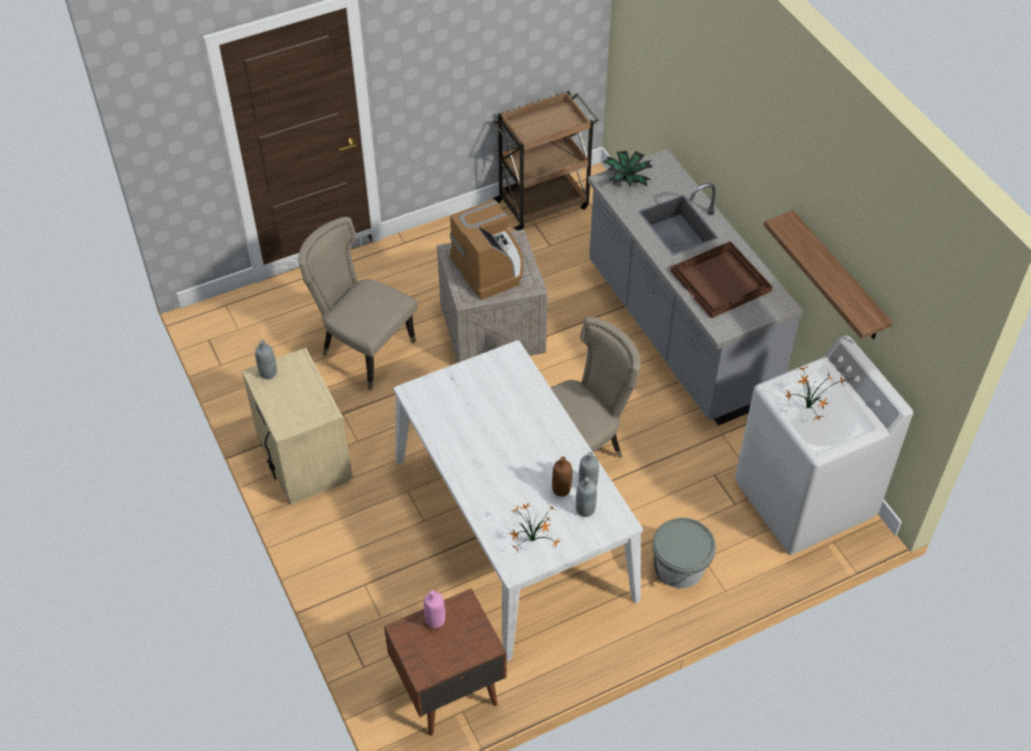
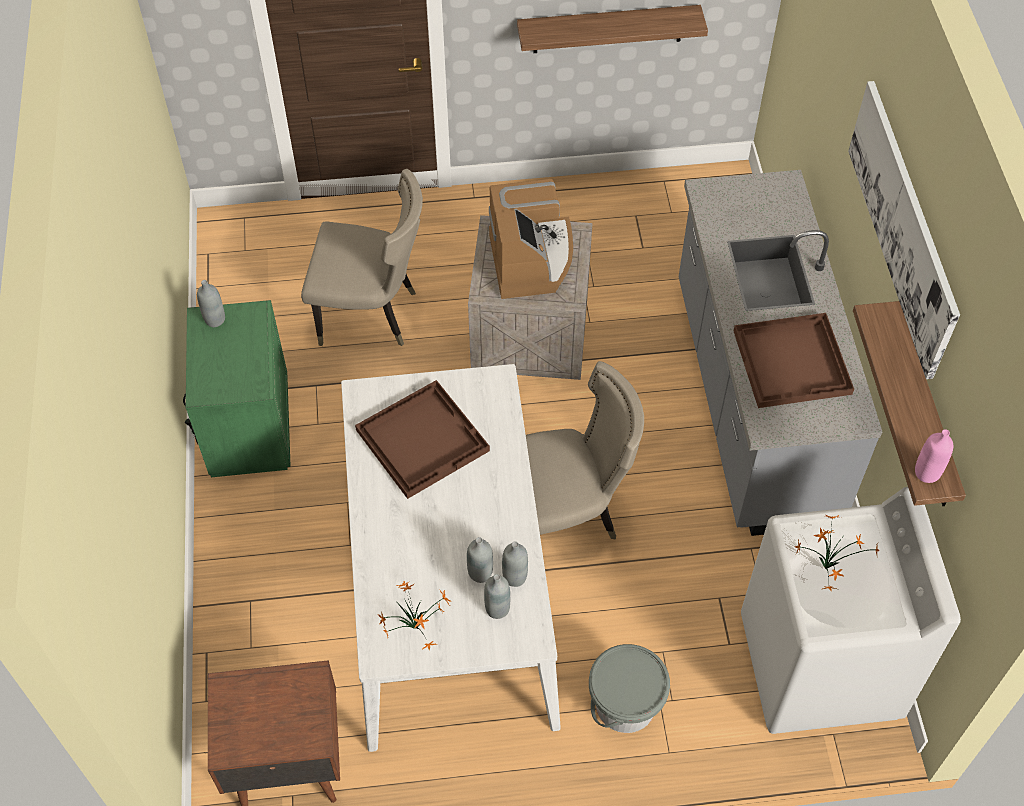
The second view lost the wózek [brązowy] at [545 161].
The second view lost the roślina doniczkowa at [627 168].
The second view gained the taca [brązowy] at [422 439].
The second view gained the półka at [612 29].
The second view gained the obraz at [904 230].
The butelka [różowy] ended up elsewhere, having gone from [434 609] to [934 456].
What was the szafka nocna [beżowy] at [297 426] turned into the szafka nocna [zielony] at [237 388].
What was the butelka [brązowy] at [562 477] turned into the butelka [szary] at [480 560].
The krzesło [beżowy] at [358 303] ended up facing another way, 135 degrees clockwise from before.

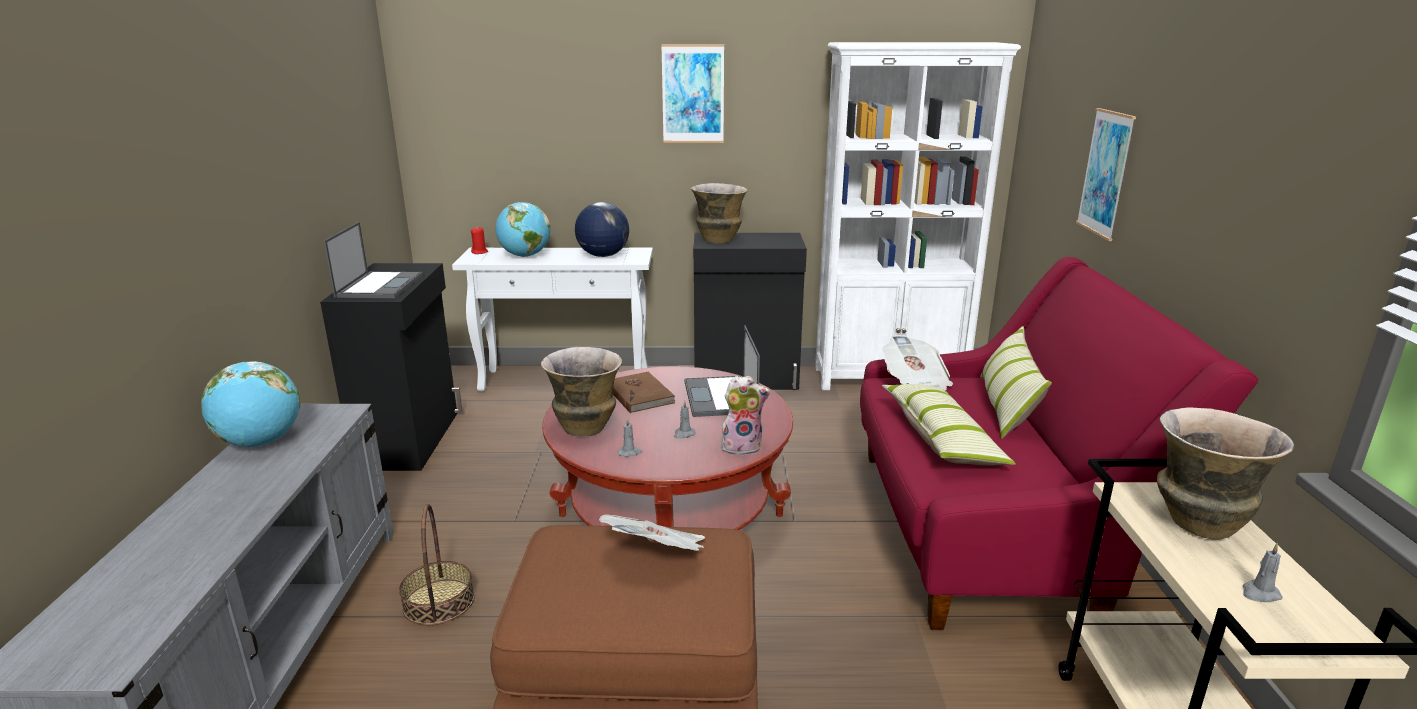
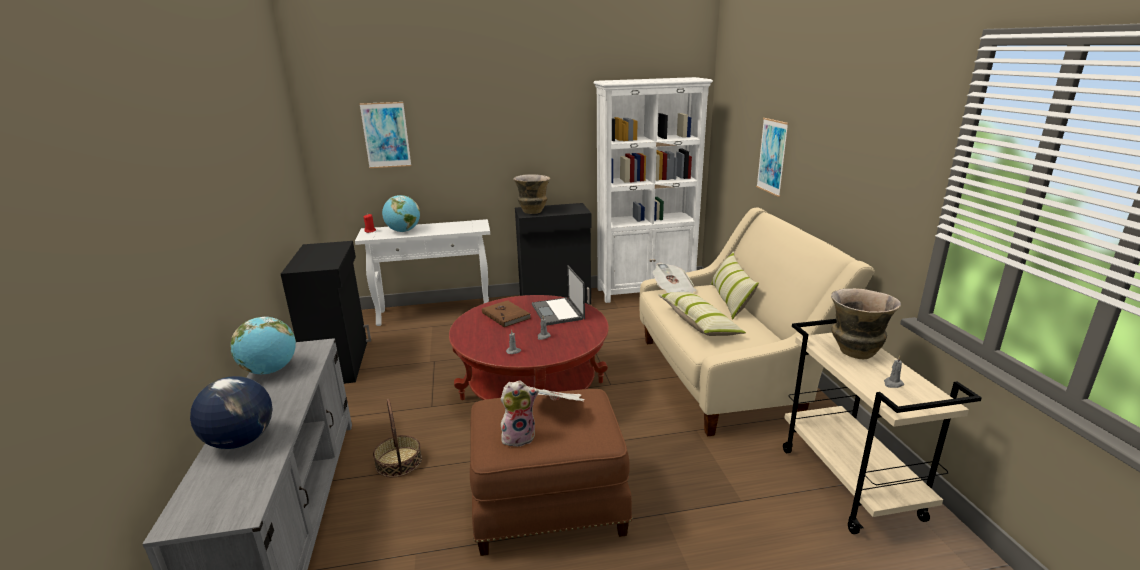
The second view lost the laptop at [373 260].
The second view lost the wazon at [581 392].
The globus ended up elsewhere, having gone from [602 229] to [231 412].
The obraz ended up elsewhere, having gone from [692 94] to [385 135].
The pluszak ended up elsewhere, having gone from [745 416] to [519 413].
What was the kanapa [czerwony] at [1059 443] turned into the kanapa [beżowy] at [757 322].

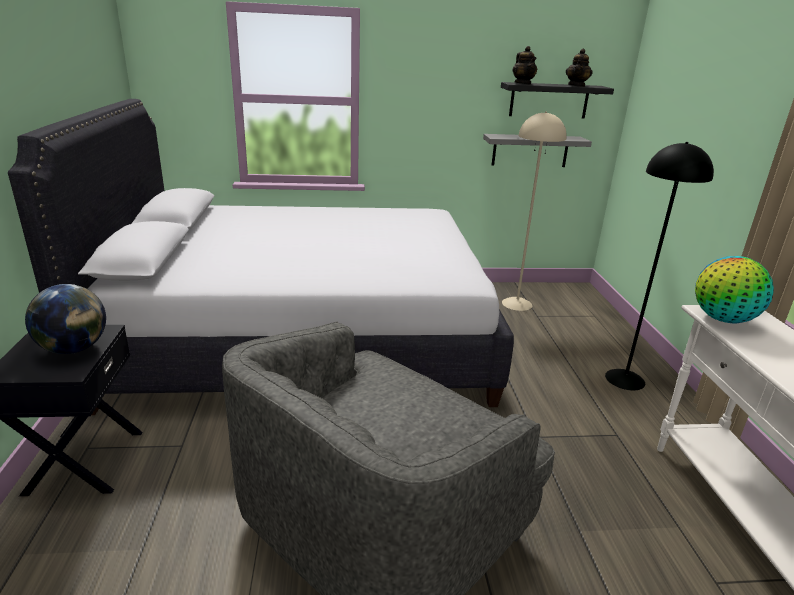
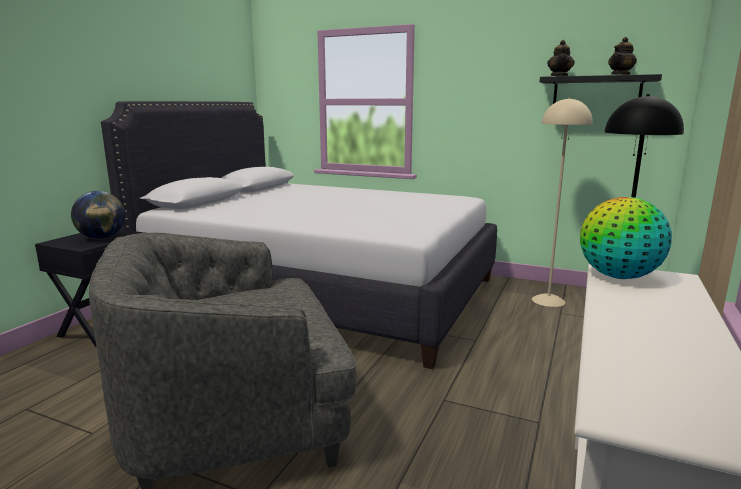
The second view lost the półka [szary] at [537 150].

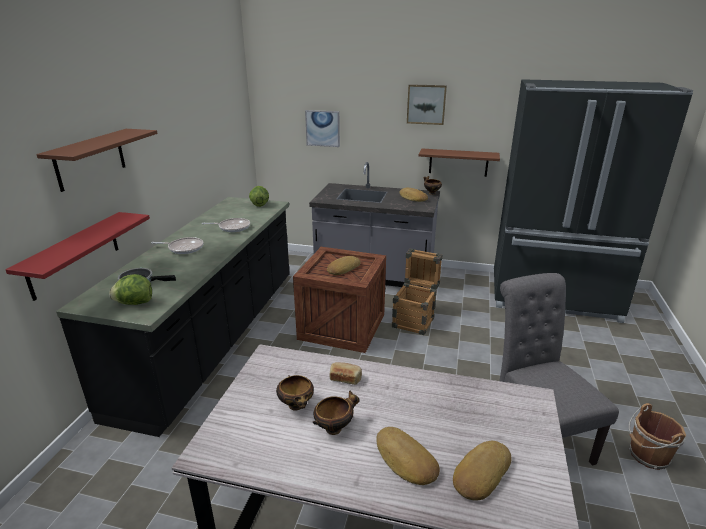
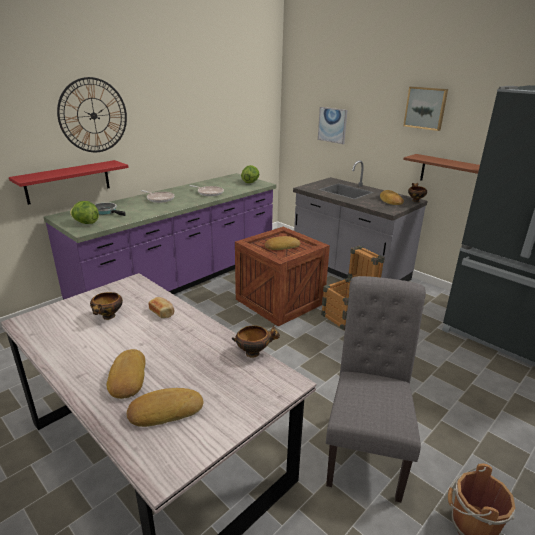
The miska ended up elsewhere, having gone from [336 413] to [256 341].
Where the półka [brązowy] hung at [97 160], the zegar ścienny came to hang at [92 114].
What was the zabudowa kuchenna [czarny] at [173 317] turned into the zabudowa kuchenna [fioletowy] at [160 236].

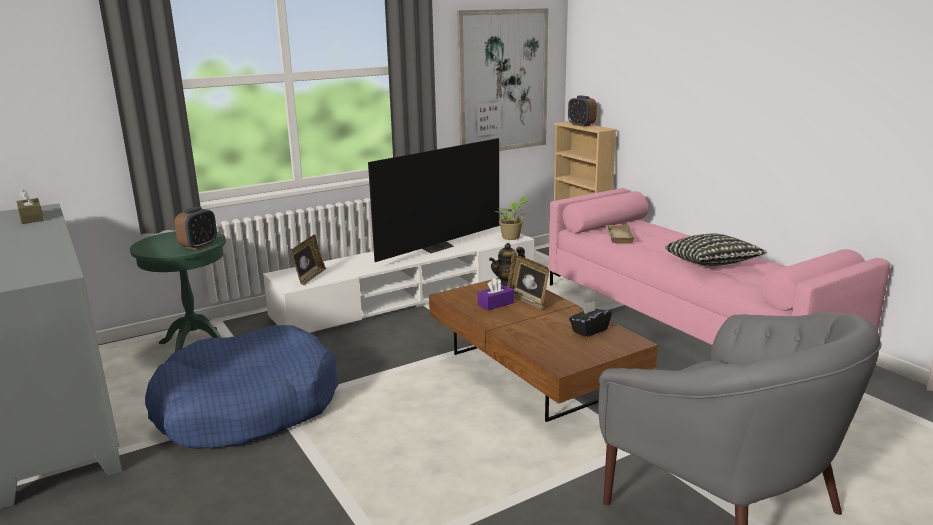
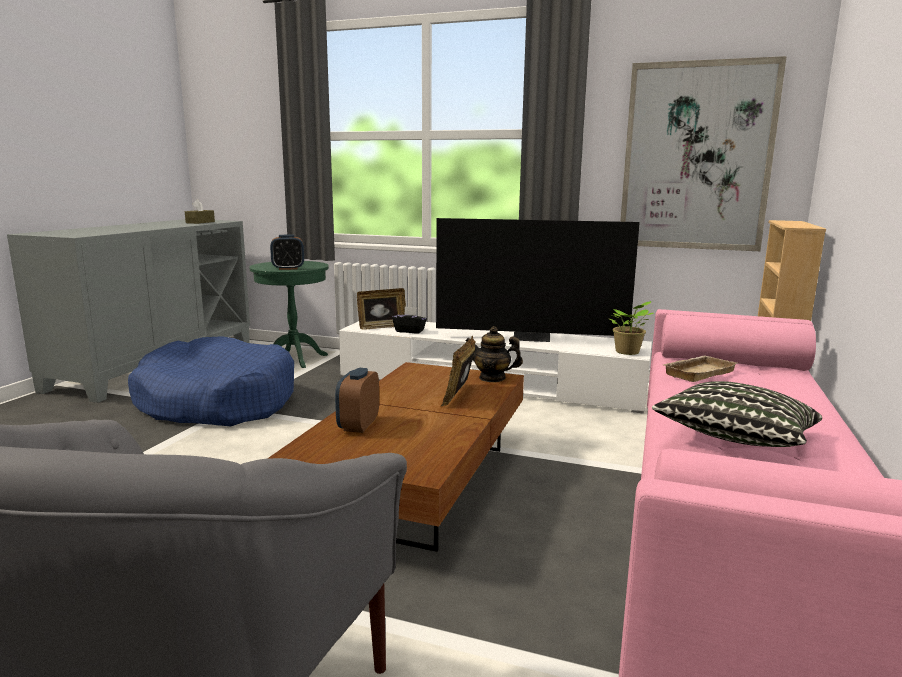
The second view lost the pudełko chusteczek [fioletowy] at [496 293].
The budzik ended up elsewhere, having gone from [582 111] to [357 400].
The pudełko chusteczek [czarny] ended up elsewhere, having gone from [590 319] to [409 320].

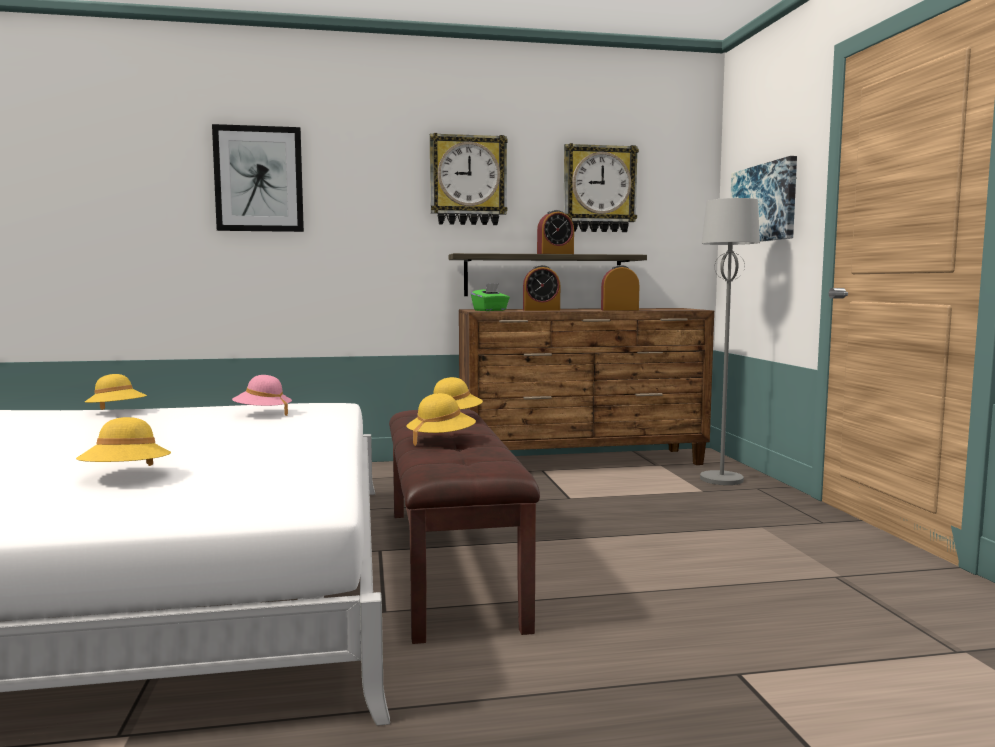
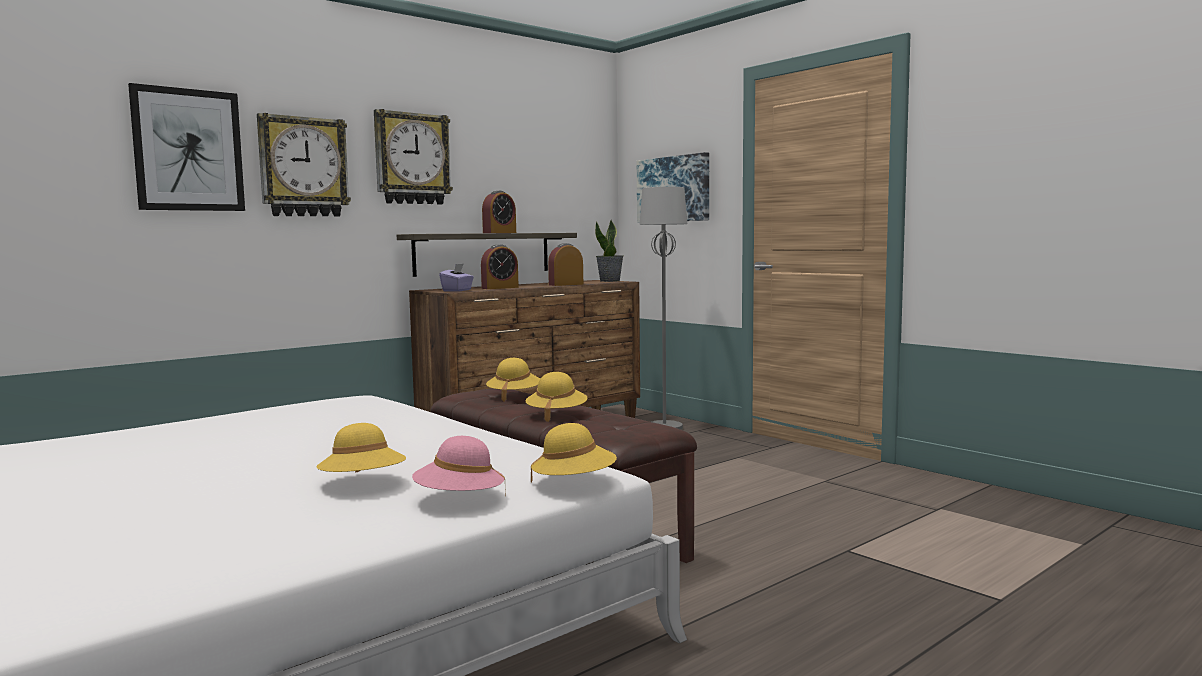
The second view gained the roślina doniczkowa at [609 251].
The kapelusz [żółty] ended up elsewhere, having gone from [116 392] to [574 453].
The kapelusz [różowy] ended up elsewhere, having gone from [262 395] to [459 466].
The zegar ścienny ended up elsewhere, having gone from [601 187] to [304 165].
What was the pudełko chusteczek [zielony] at [490 297] turned into the pudełko chusteczek [fioletowy] at [456 278].

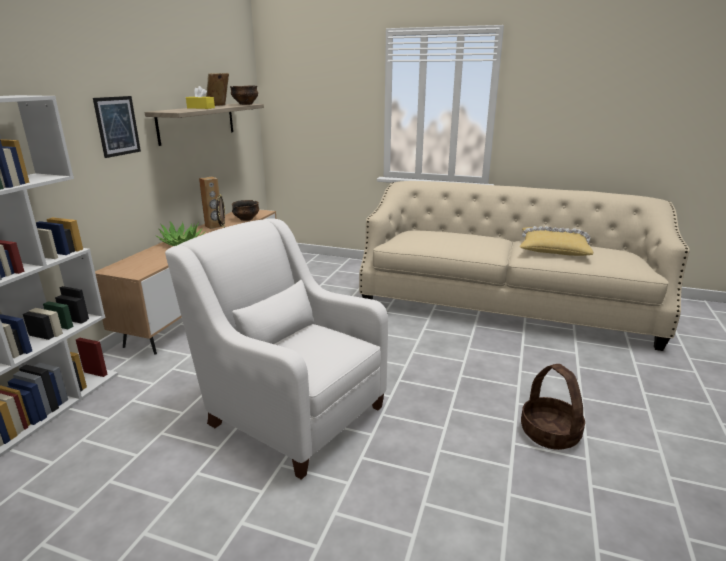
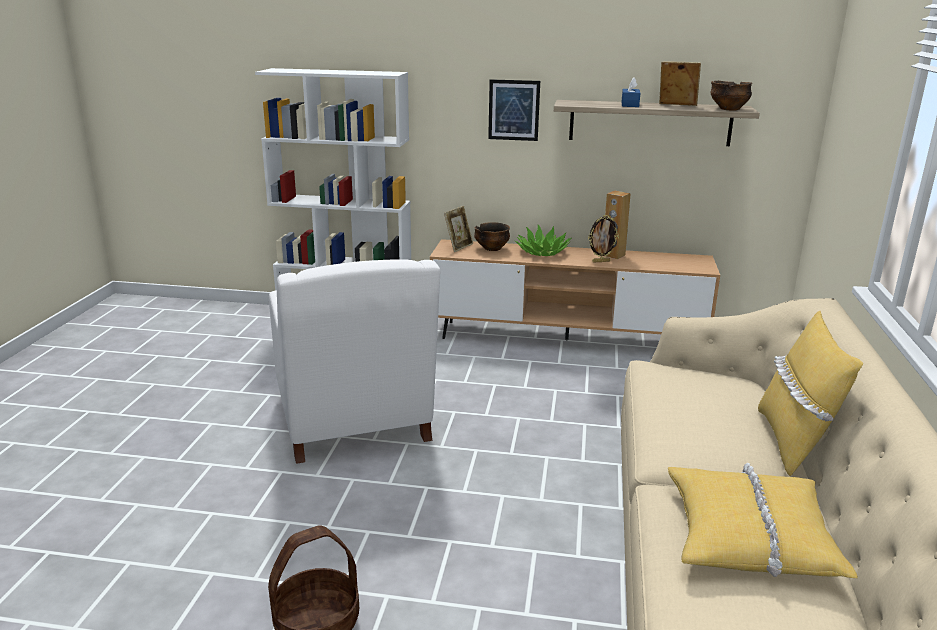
The second view gained the ramka na zdjęcie at [458 229].
The second view gained the poduszka [żółty] at [810 393].
The miska ended up elsewhere, having gone from [245 210] to [492 236].
What was the pudełko chusteczek [żółty] at [200 97] turned into the pudełko chusteczek [niebieski] at [630 92].
The fotel [biały] at [276 349] ended up facing another way, 135 degrees clockwise from before.

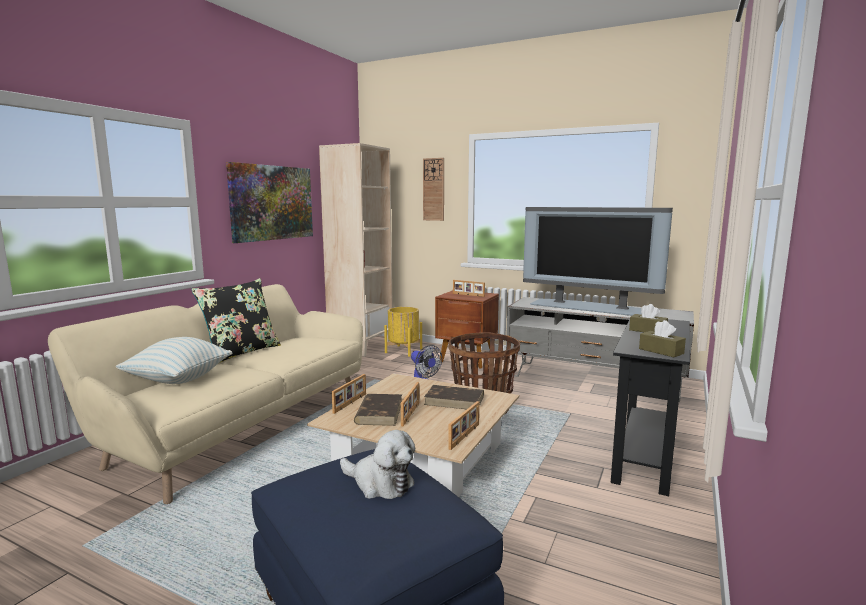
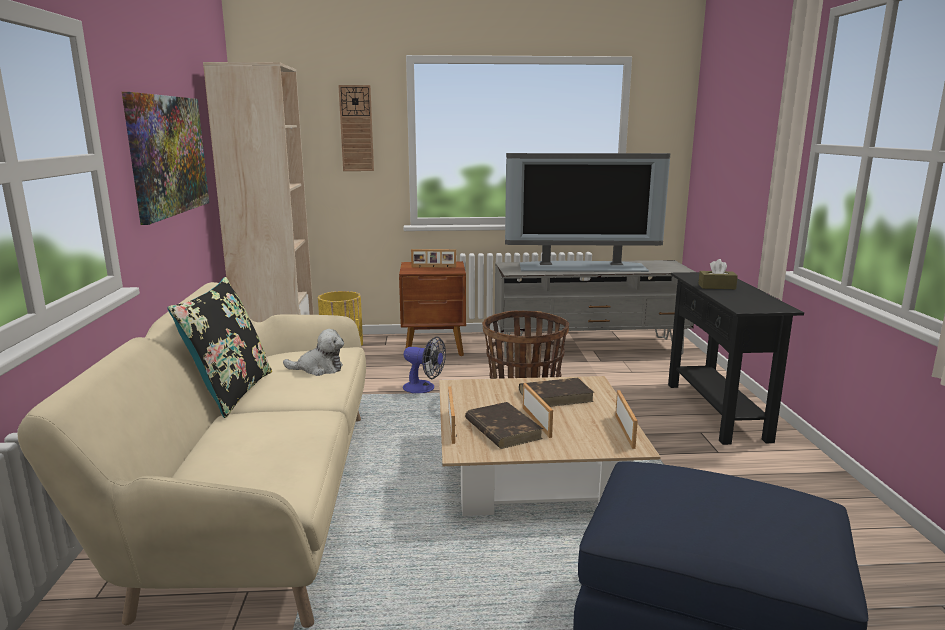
The second view lost the poduszka at [174 360].
The second view lost the pudełko chusteczek [brązowy] at [662 338].
The pluszak ended up elsewhere, having gone from [377 464] to [313 352].

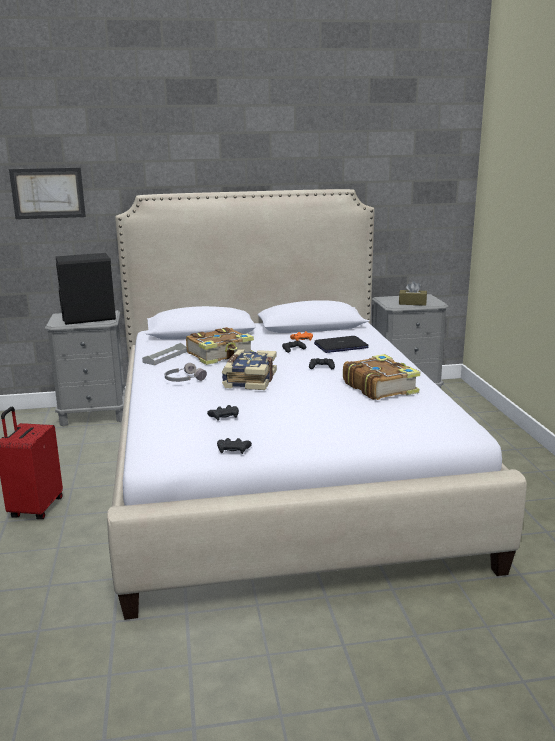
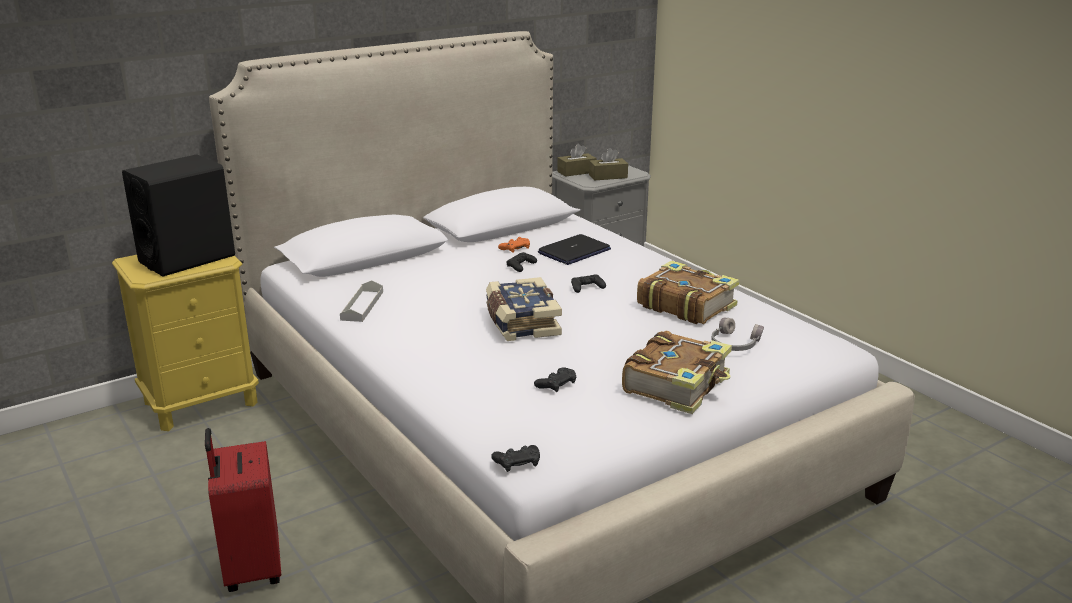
The second view lost the obraz at [47 193].
The second view gained the pudełko chusteczek [brązowy] at [576 160].
The słuchawki [szary] ended up elsewhere, having gone from [186 372] to [737 334].
The książka ended up elsewhere, having gone from [220 346] to [677 372].
The pad do gier [czarny] ended up elsewhere, having gone from [234 446] to [515 458].
What was the szafka nocna [szary] at [85 368] turned into the szafka nocna [żółty] at [185 343].

